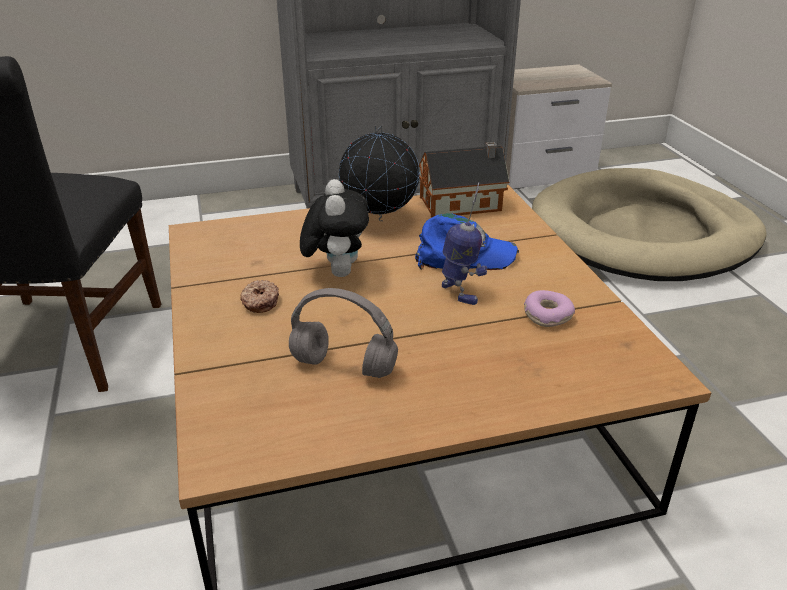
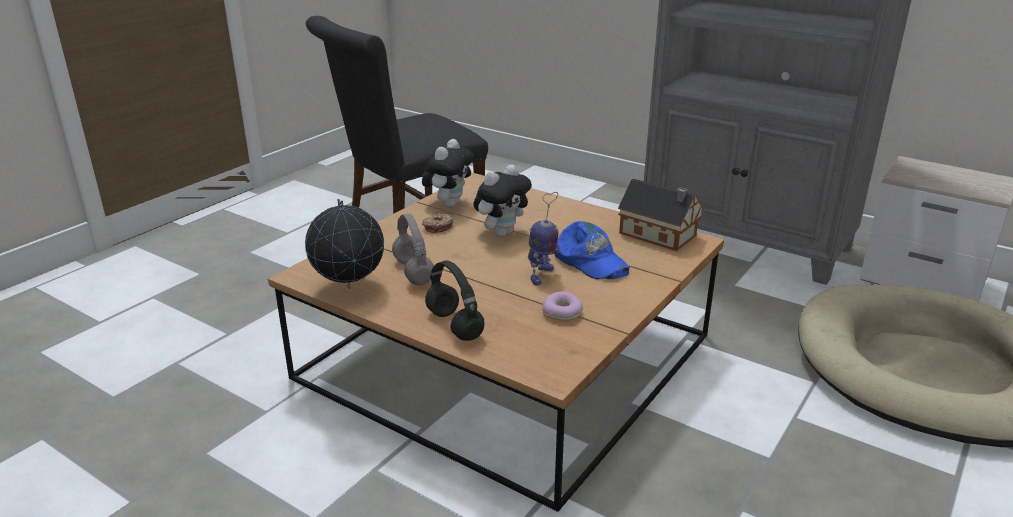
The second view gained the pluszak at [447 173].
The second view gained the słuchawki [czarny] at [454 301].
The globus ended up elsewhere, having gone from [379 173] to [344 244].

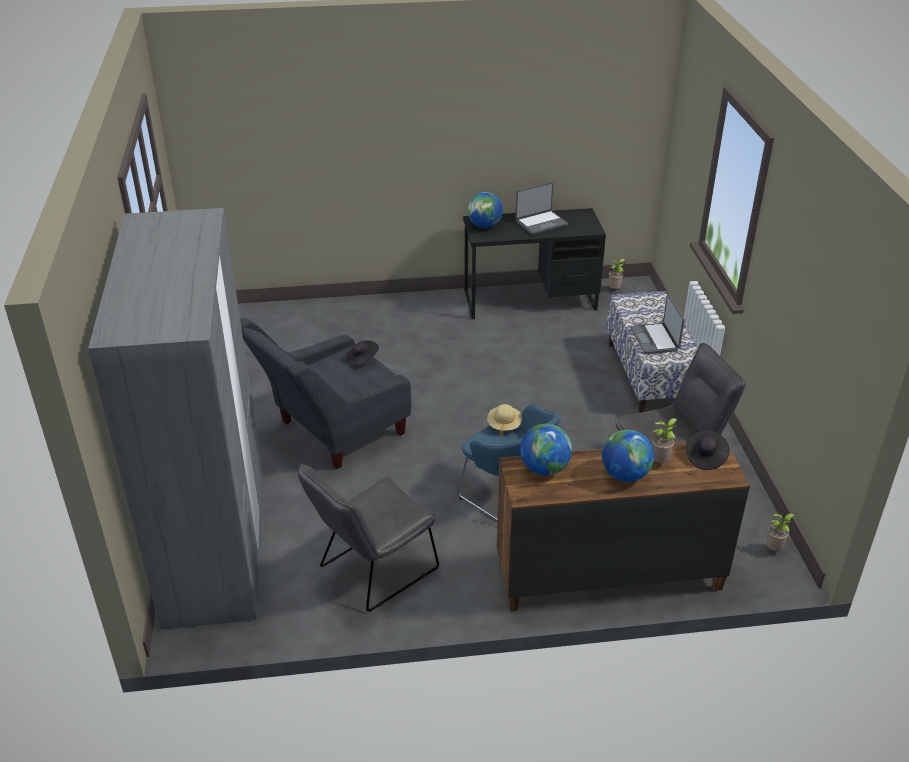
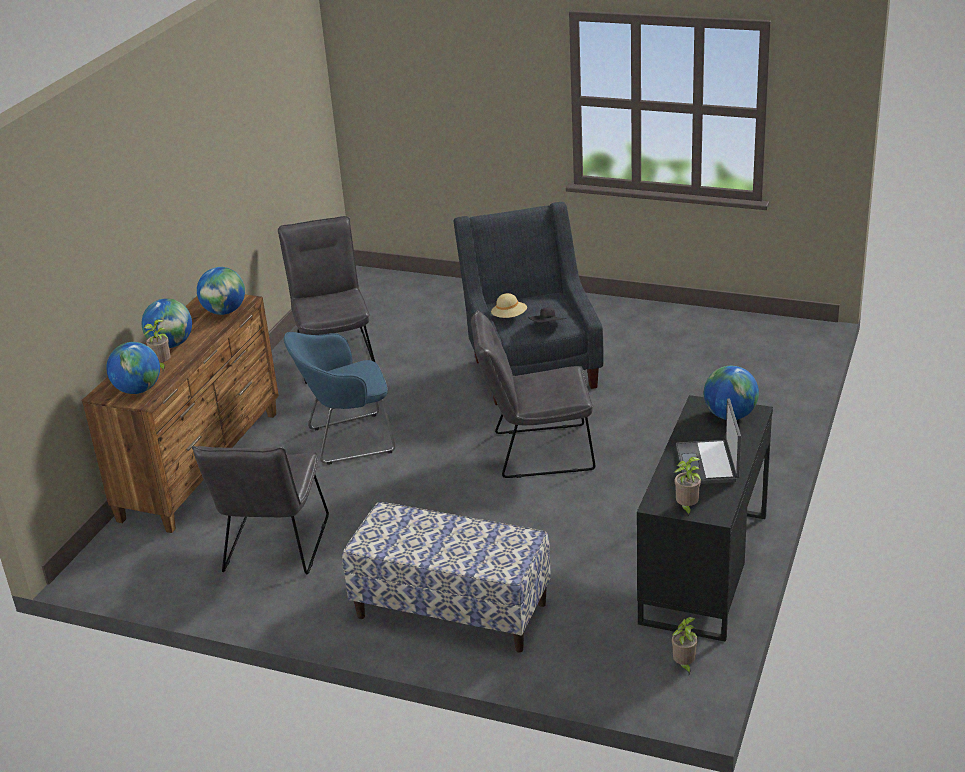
The second view lost the szafa [szary] at [175 419].
The second view lost the laptop at [657 324].
The second view gained the krzesło [szary] at [533 394].
The kapelusz [beżowy] ended up elsewhere, having gone from [504 420] to [509 305].
The roślina doniczkowa ended up elsewhere, having gone from [780 532] to [687 486].
Where the kapelusz [czarny] stood at [708 450], the globus came to stand at [133 368].

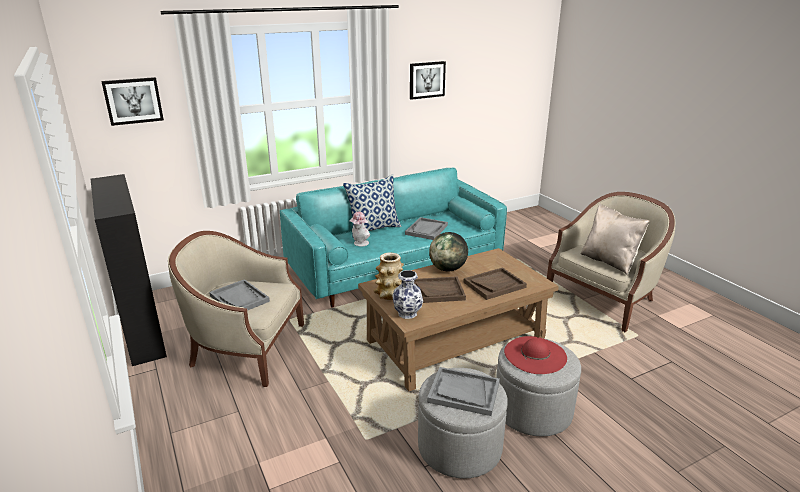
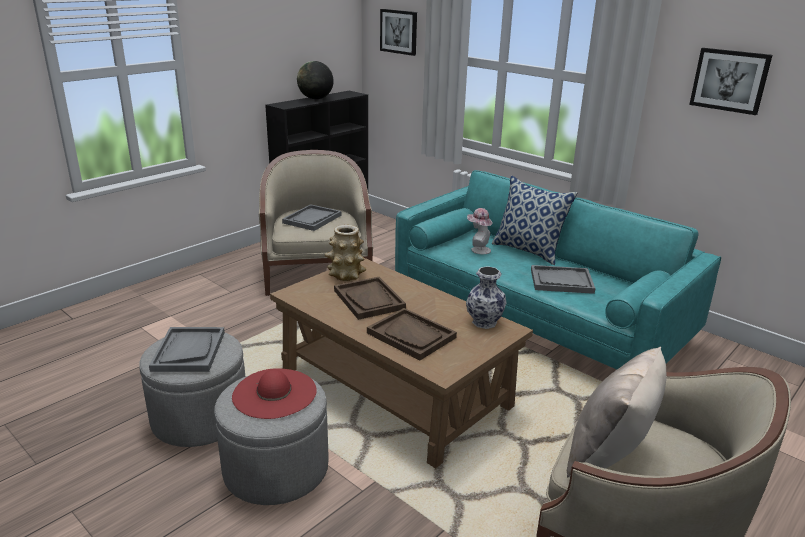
The wazon ended up elsewhere, having gone from [408 294] to [486 297].
The globus ended up elsewhere, having gone from [448 251] to [315 80].

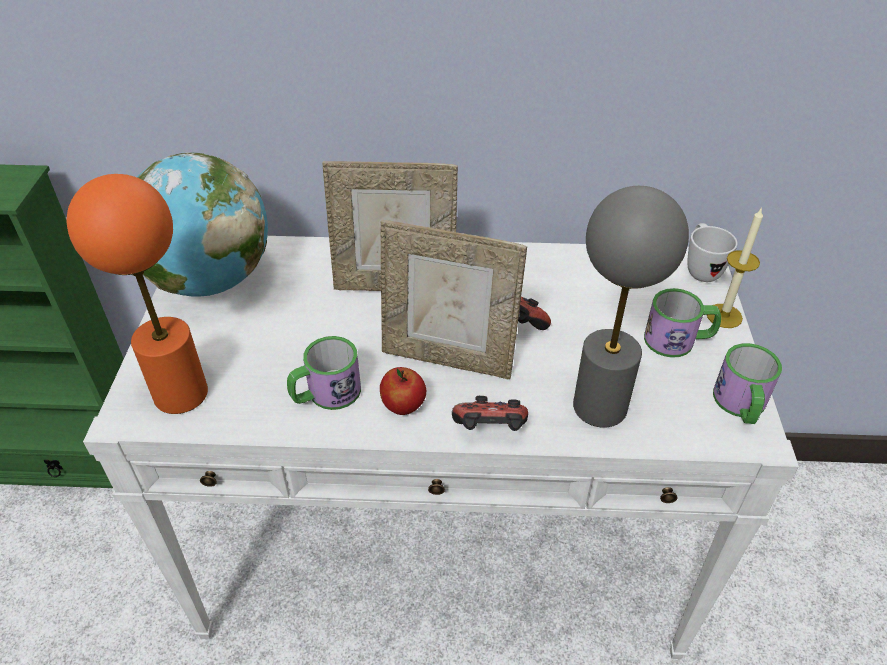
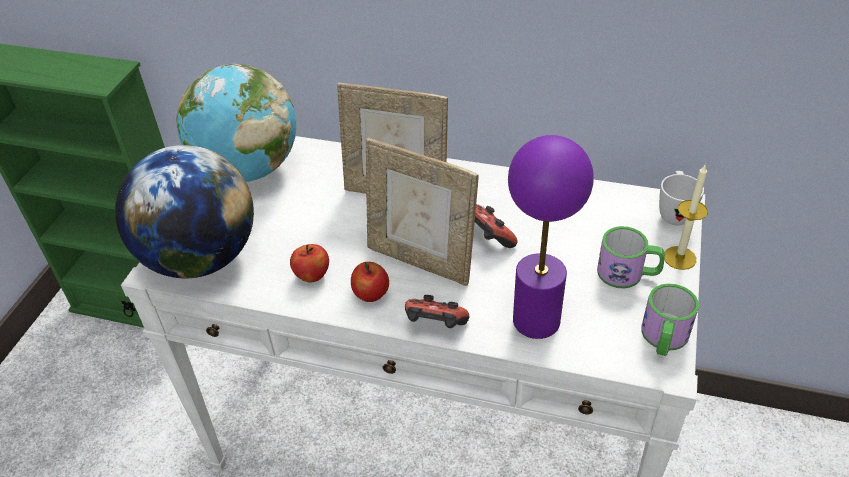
Where the lampa stołowa [pomarańczowy] stood at [137 294], the globus came to stand at [184 211].
Where the kubek stood at [324 373], the jabłko came to stand at [309 263].
What was the lampa stołowa [szary] at [631 307] turned into the lampa stołowa [fioletowy] at [551 237].

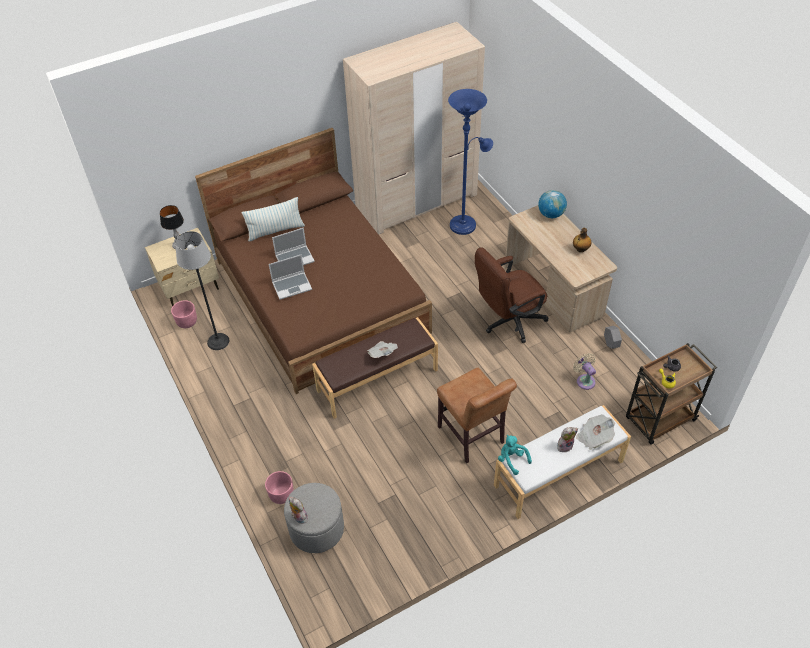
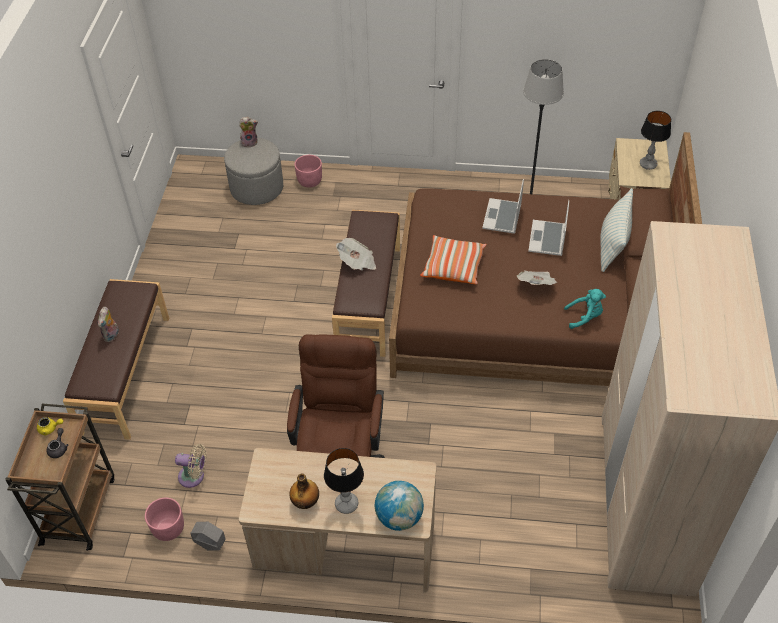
The second view lost the krzesło [brązowy] at [477 415].
The second view lost the lampa stojąca [niebieski] at [470 162].
The second view gained the lampa stołowa at [344 481].
The second view gained the poduszka at [453 259].
The donica [różowy] ended up elsewhere, having gone from [184 314] to [164 519].
The pluszak [turkusowy] ended up elsewhere, having gone from [515 455] to [585 309].
The gazeta ended up elsewhere, having gone from [595 432] to [537 278].
What was the ławka [biały] at [562 462] turned into the ławka [brązowy] at [116 359].

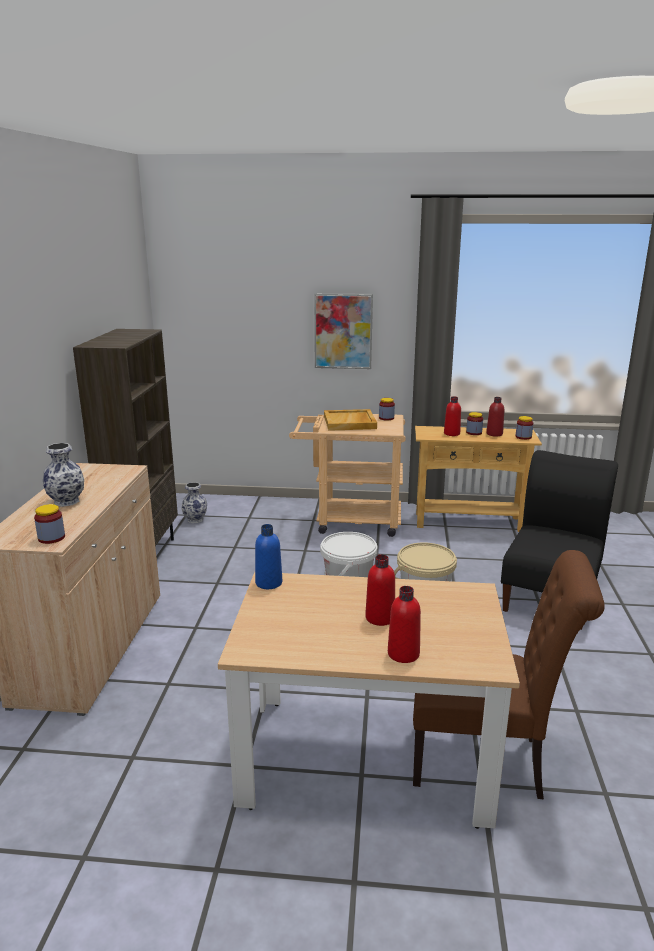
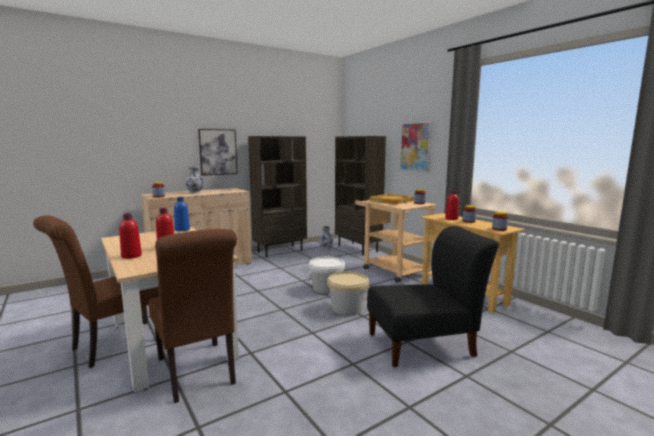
The second view lost the butelka [czerwony] at [495 417].
The second view gained the krzesło [brązowy] at [96 291].
The second view gained the obraz at [218 152].
The second view gained the regał [brązowy] at [360 195].

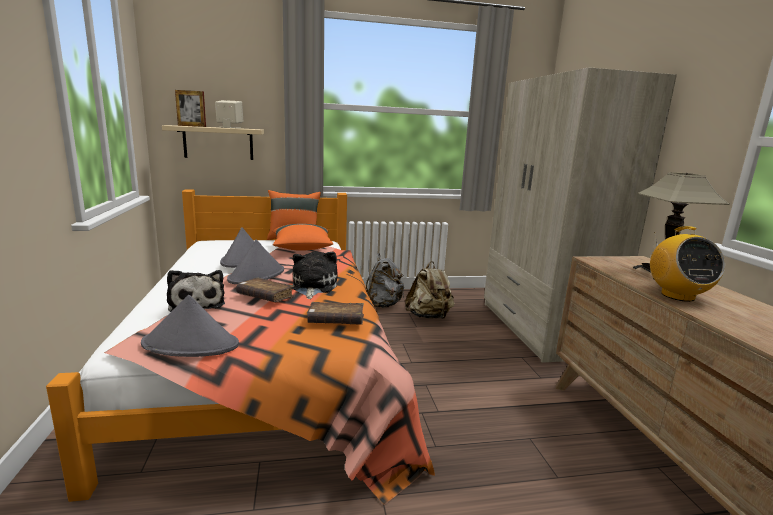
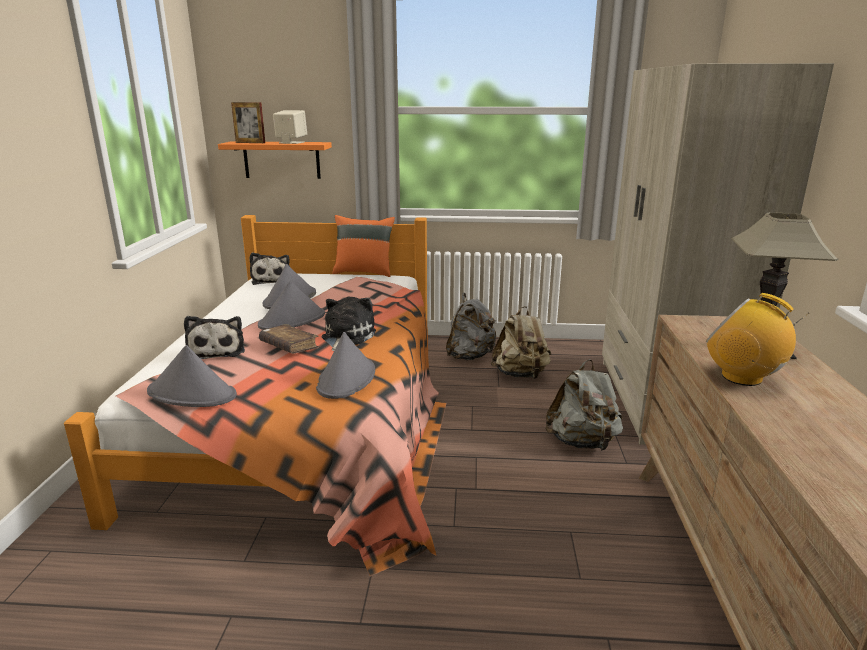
The second view lost the poduszka [pomarańczowy] at [303 237].
The second view gained the pluszak at [270 269].
The second view gained the plecak [szary] at [584 405].
Where the książka [brązowy] stood at [335 313], the kapelusz [szary] came to stand at [345 365].
What was the półka [beżowy] at [213 142] turned into the półka [pomarańczowy] at [275 160].
The radio at [687 264] ended up facing another way, 120 degrees clockwise from before.

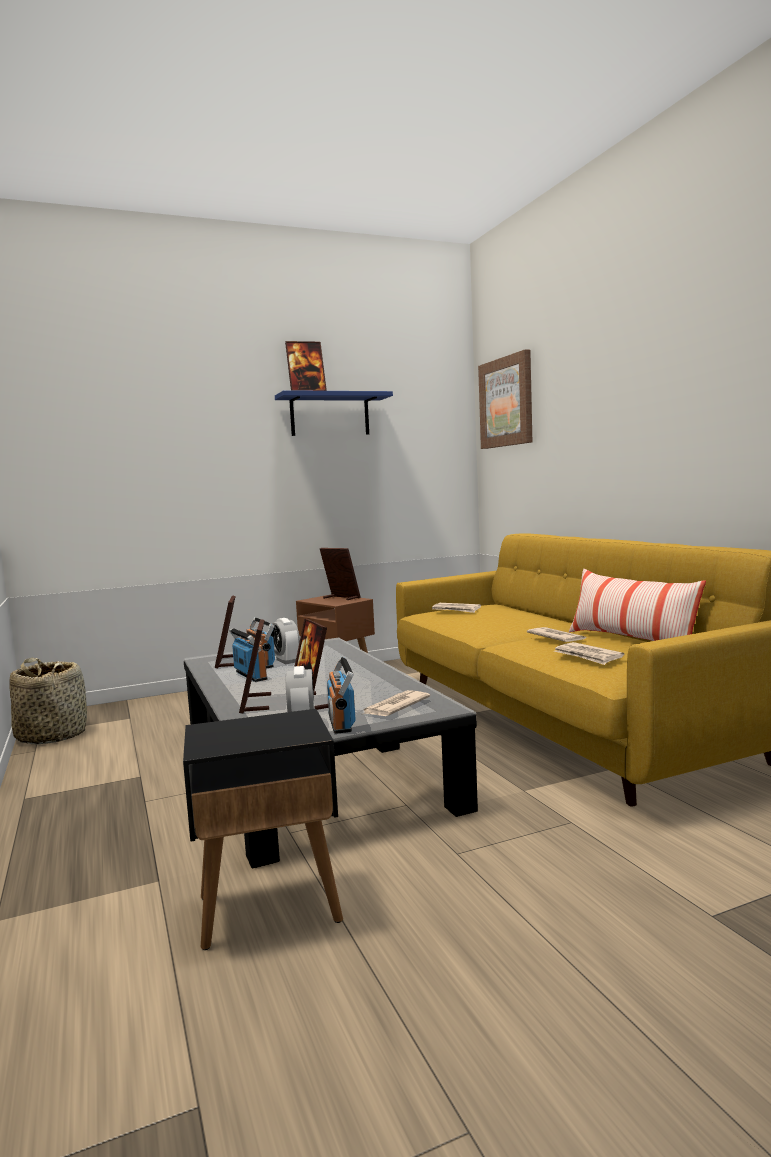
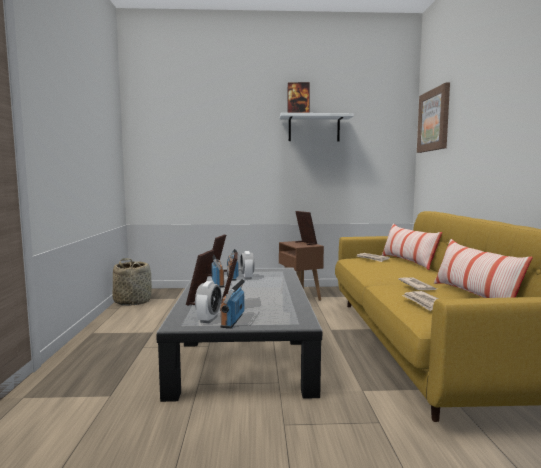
The second view lost the stolik [czarny] at [263 829].
The second view lost the gazeta at [395 703].
The second view gained the poduszka at [412 247].
What was the półka [niebieski] at [334 413] turned into the półka [biały] at [317 127].

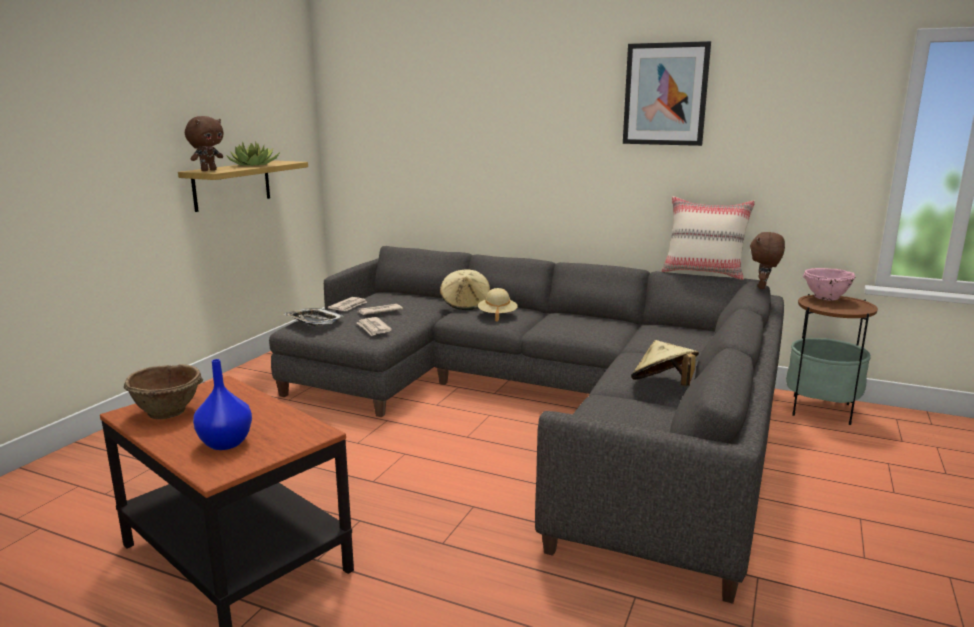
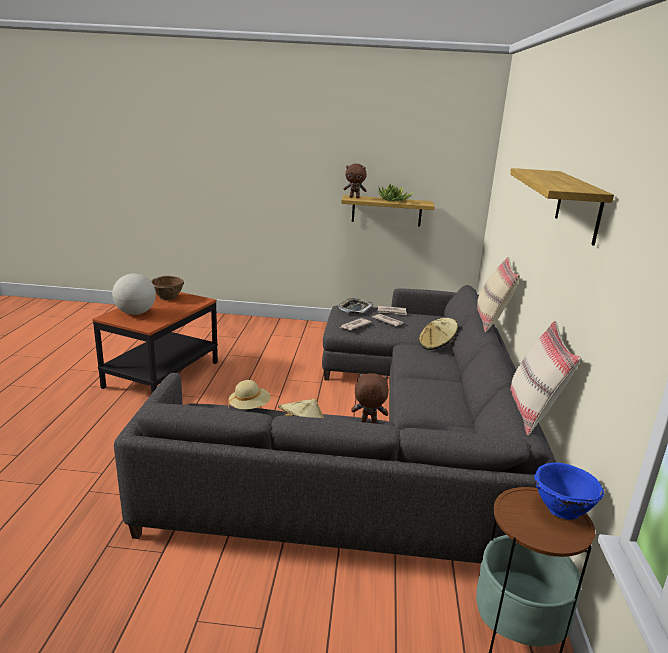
The second view gained the poduszka [beżowy] at [498 294].
The kapelusz [beżowy] ended up elsewhere, having gone from [498 305] to [249 394].
The pluszak [brązowy] ended up elsewhere, having gone from [767 260] to [370 398].
Where the wazon [niebieski] stood at [222 404], the globus came to stand at [134 294].
Where the obraz hung at [667 93], the półka came to hang at [562 207].
What was the miska [różowy] at [829 284] turned into the miska [niebieski] at [569 491].

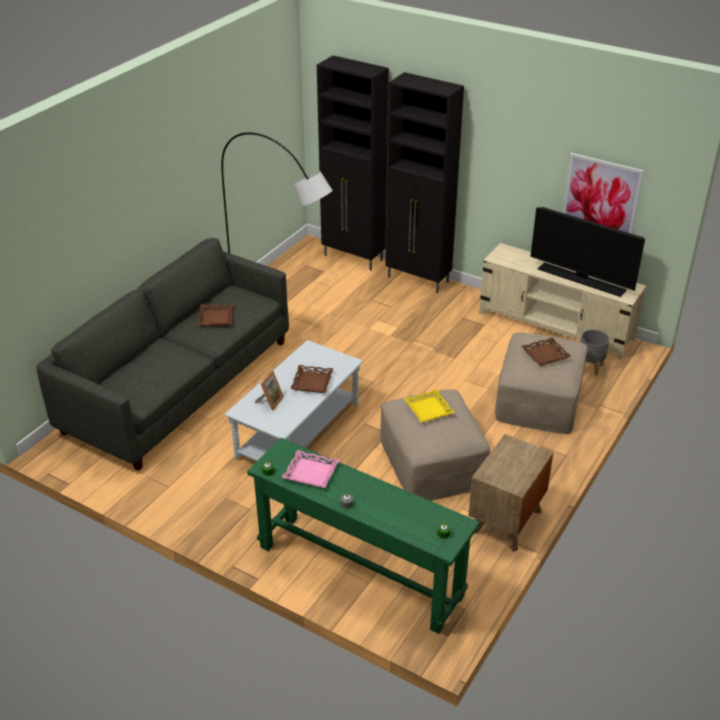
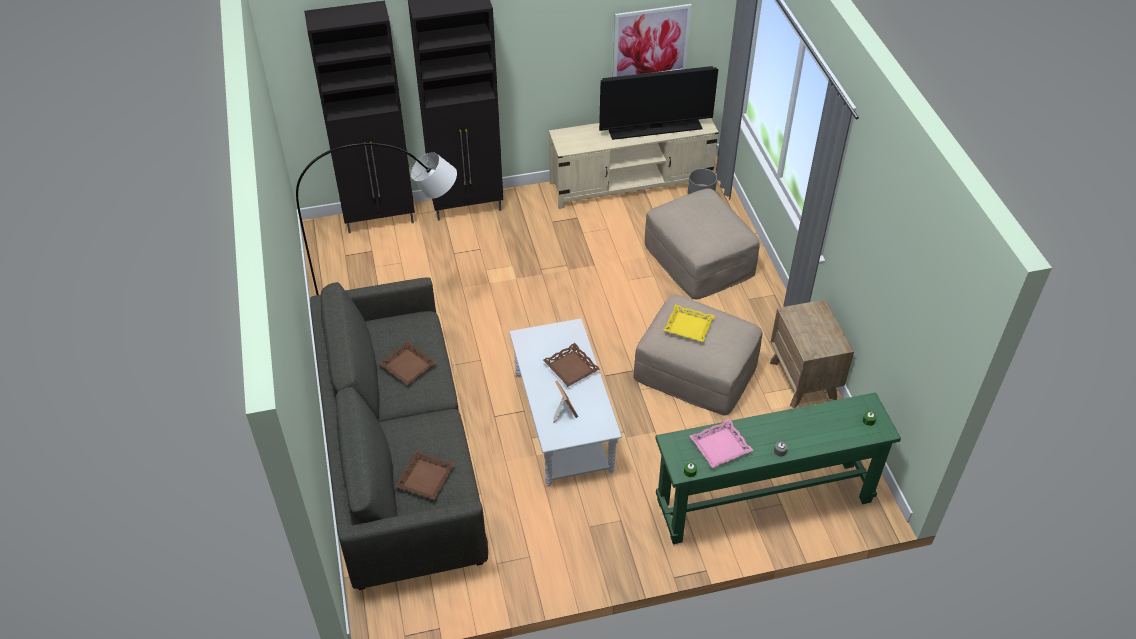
The taca [brązowy] ended up elsewhere, having gone from [546 351] to [425 475].

